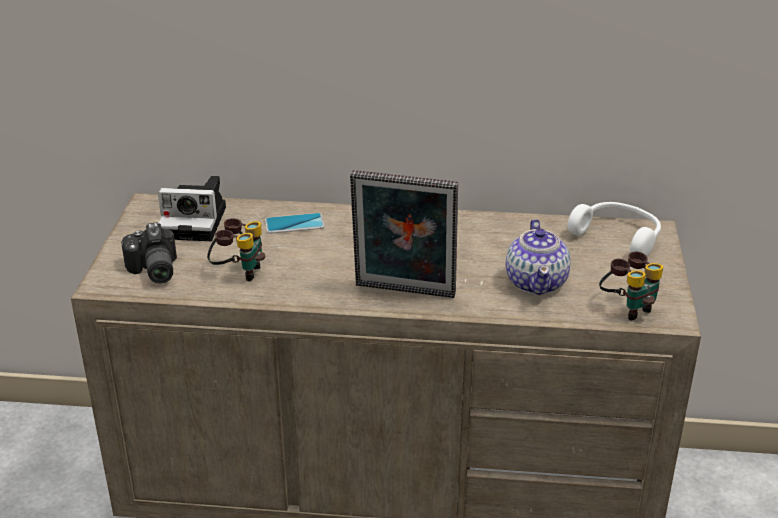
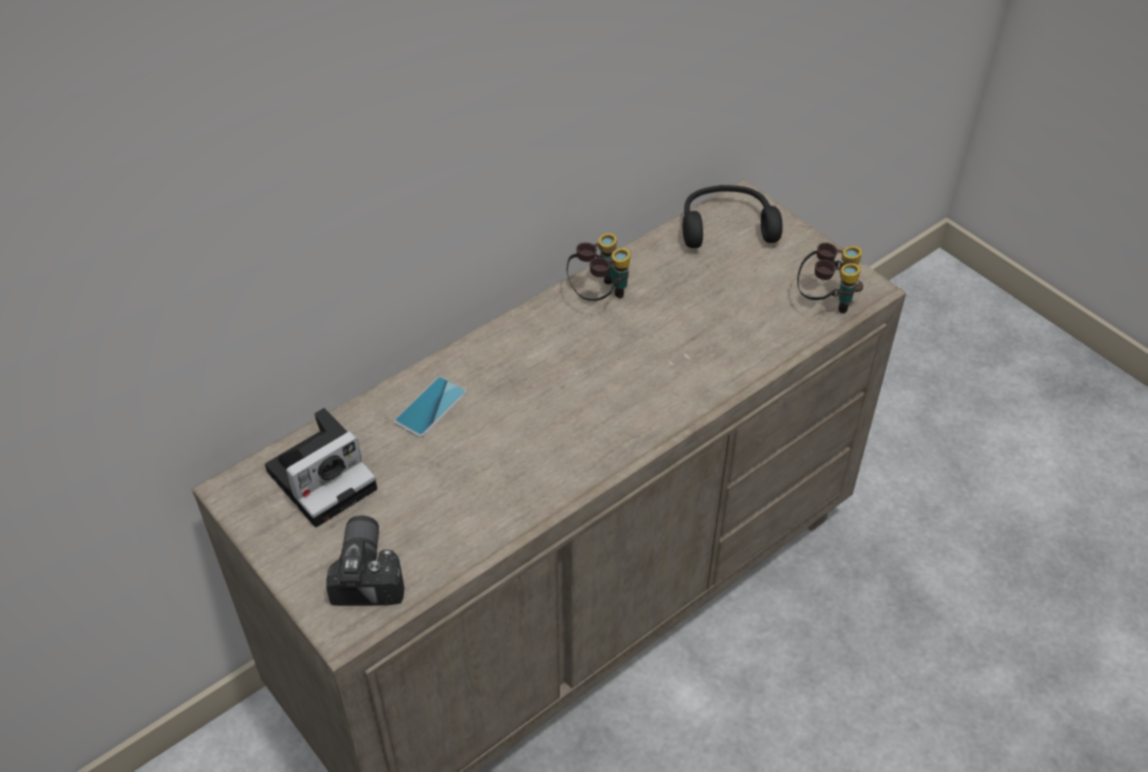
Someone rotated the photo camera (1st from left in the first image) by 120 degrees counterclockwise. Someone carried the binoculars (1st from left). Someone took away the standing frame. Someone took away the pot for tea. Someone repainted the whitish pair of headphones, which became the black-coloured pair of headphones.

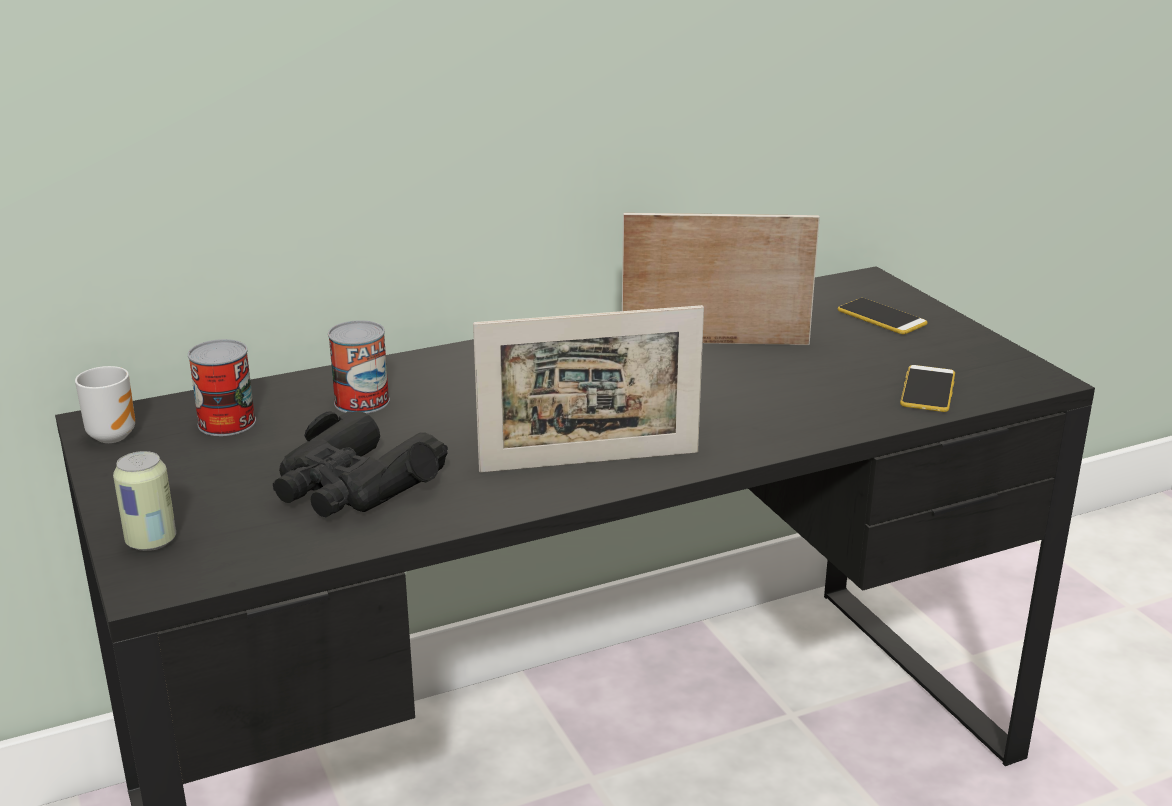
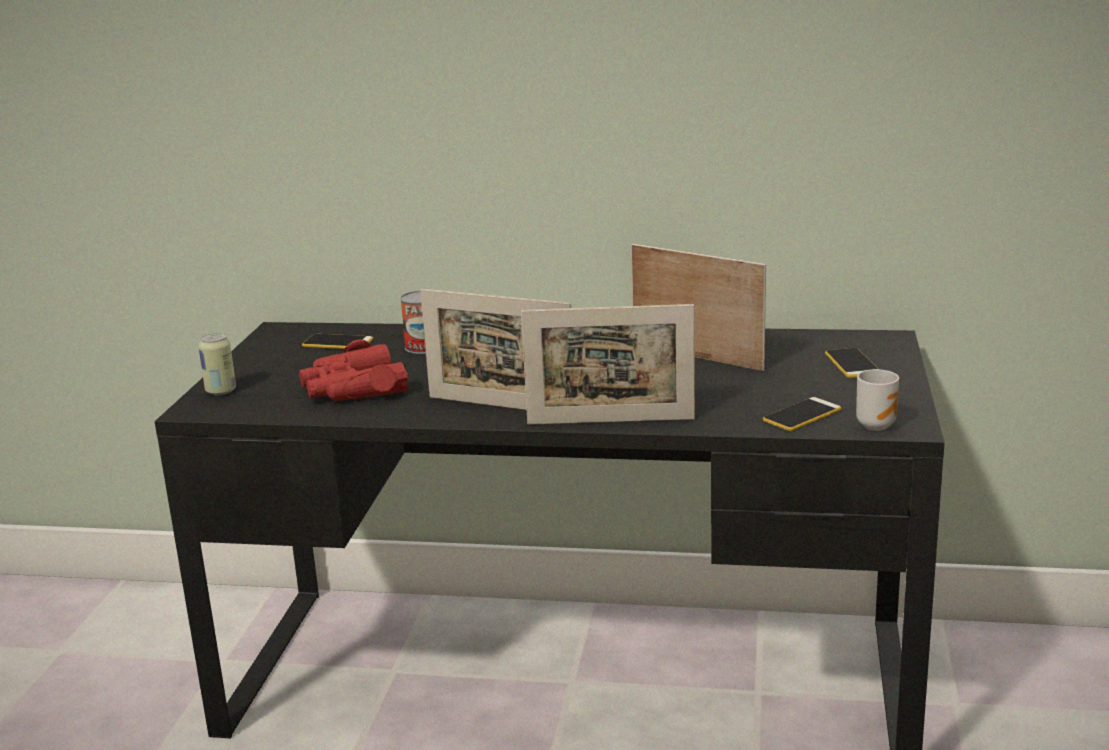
Someone carried the tea mug. Someone swapped the can (2nd from left) for the telephone (1st from left). Someone repainted the black-coloured binoculars, which became the reddish binoculars. Someone put down the standing frame (2nd from left).

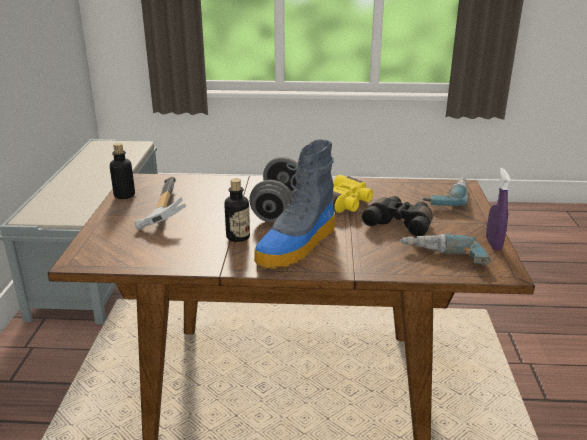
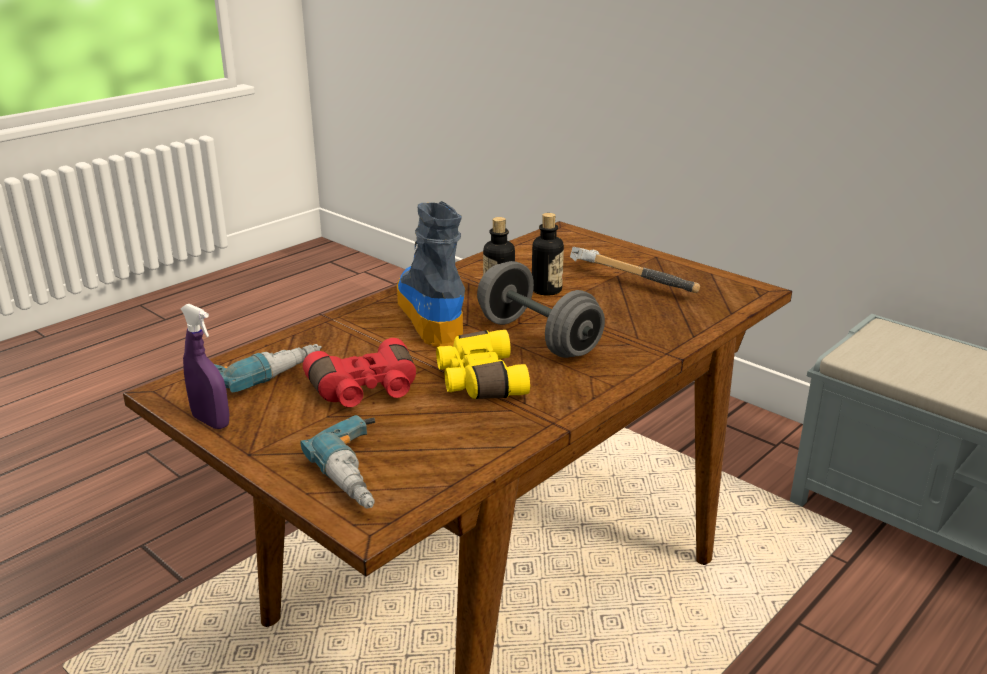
Someone carried the bottle (1st from left in the first image). Someone repainted the black-coloured binoculars, which became the reddish binoculars.

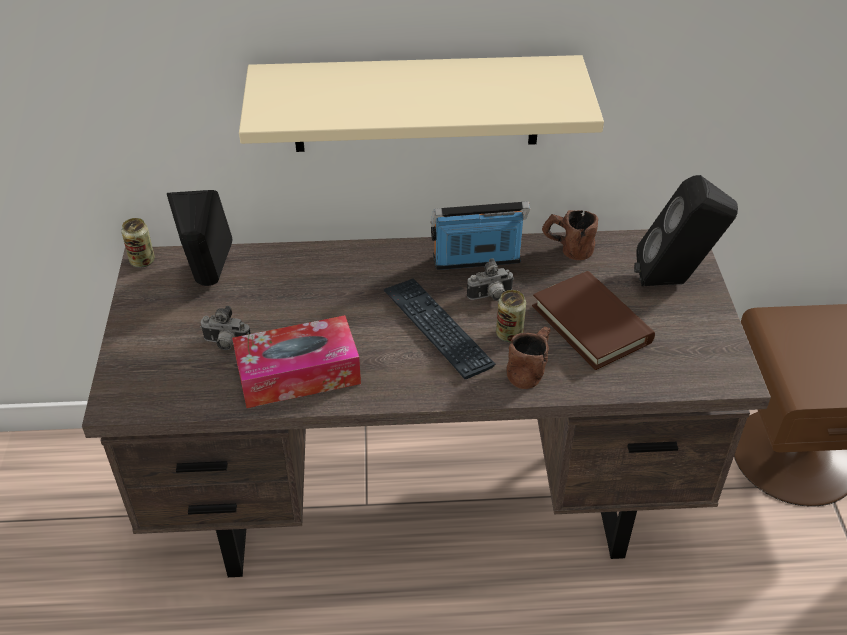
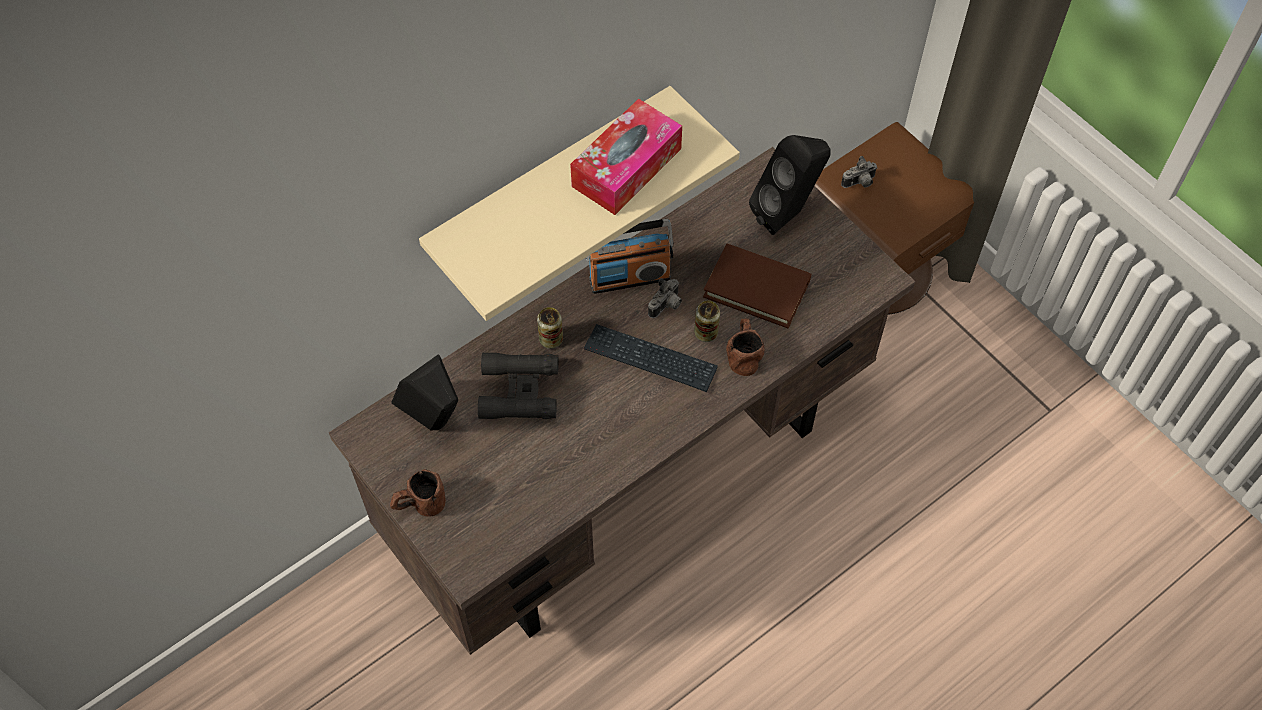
Someone carried the can (1st from left). Someone carried the photo camera (1st from left in the first image). Someone carried the box of tissues. Someone rotated the radio receiver by 150 degrees counterclockwise. Someone carried the brown tea mug (2nd from left in the first image). Someone put down the black-coloured binoculars.

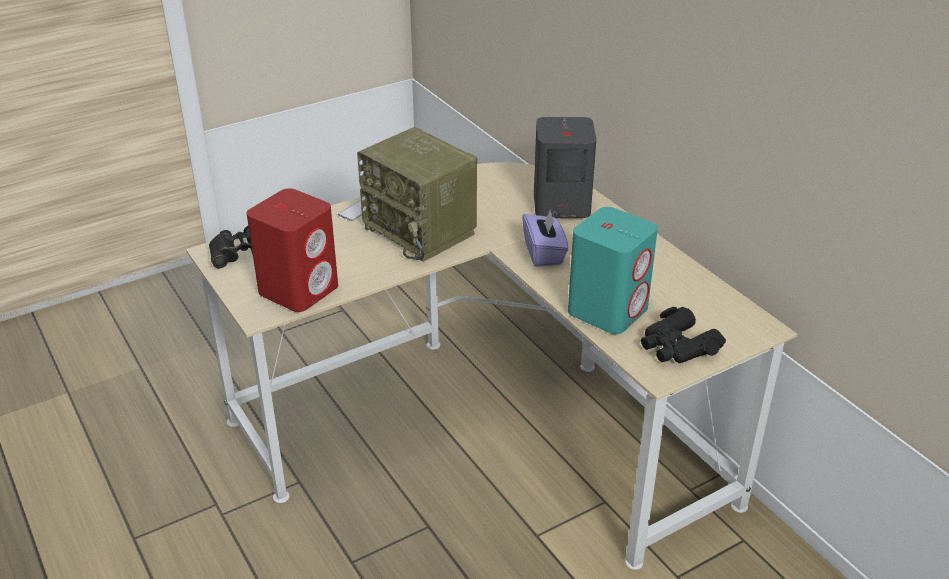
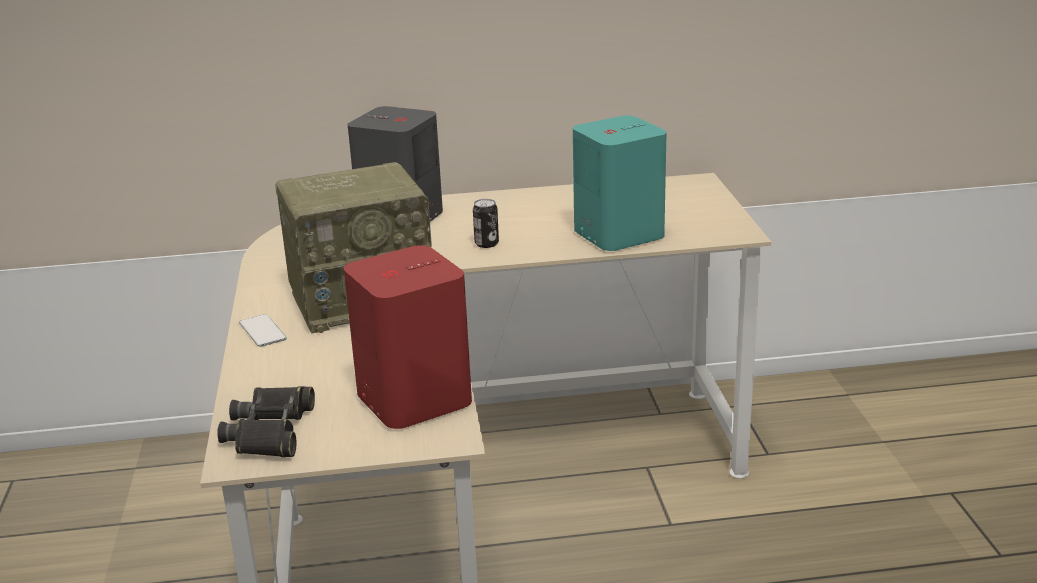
Someone swapped the purple-coloured box of tissues for the can. Someone took away the black-coloured binoculars (2nd from left).

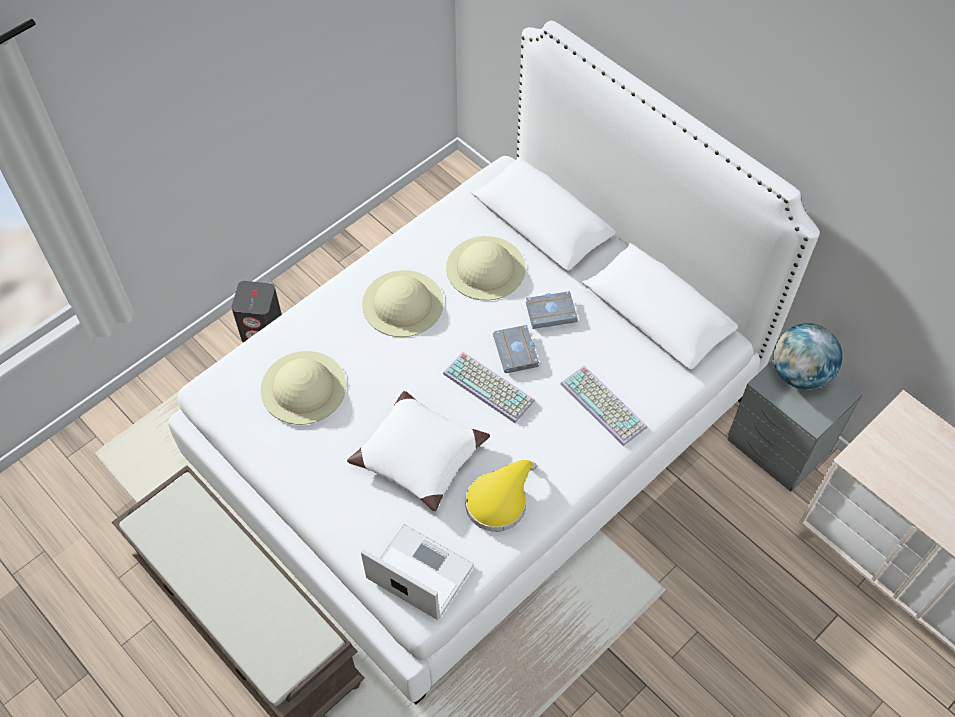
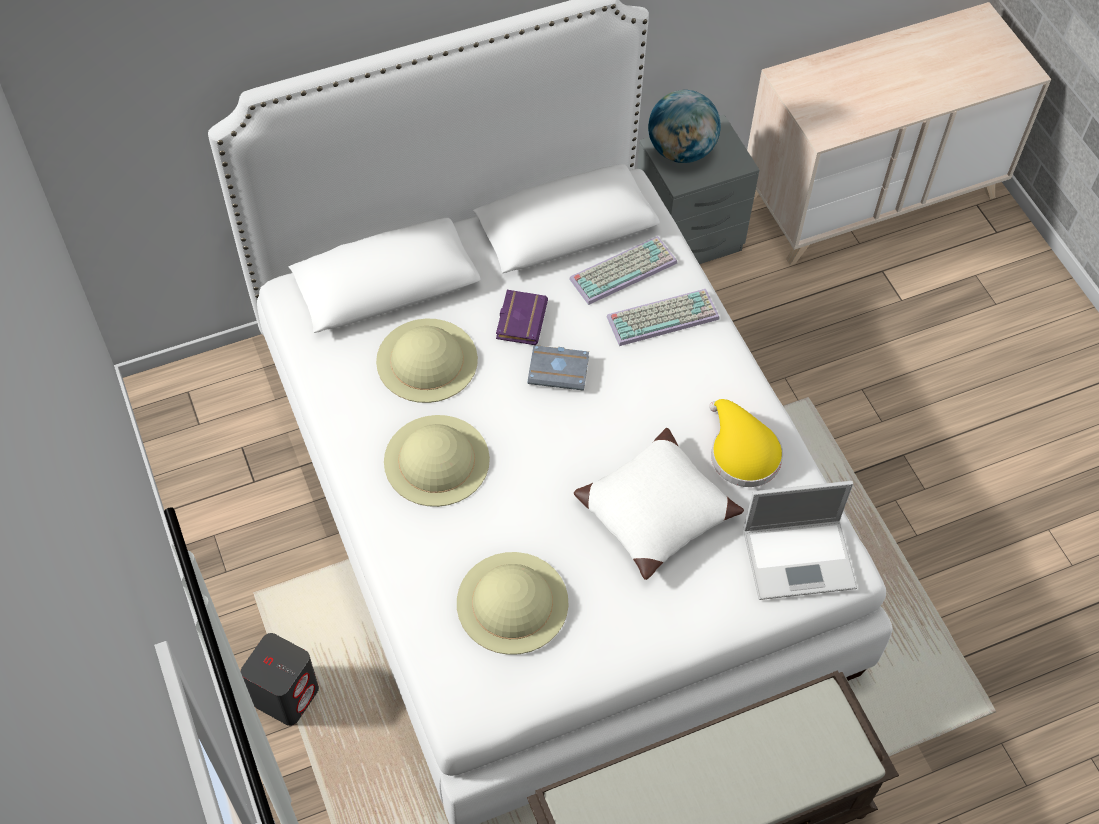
Someone rotated the notebook computer by 150 degrees counterclockwise. Someone carried the PC keyboard (1st from left). Someone repainted the greyish bound book (2nd from left), which became the purple-coloured bound book.

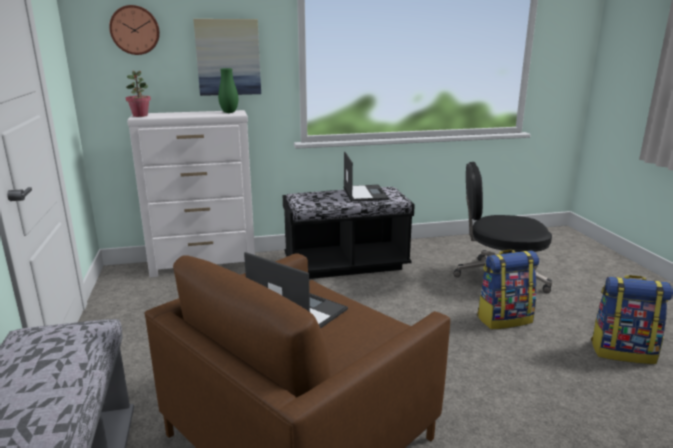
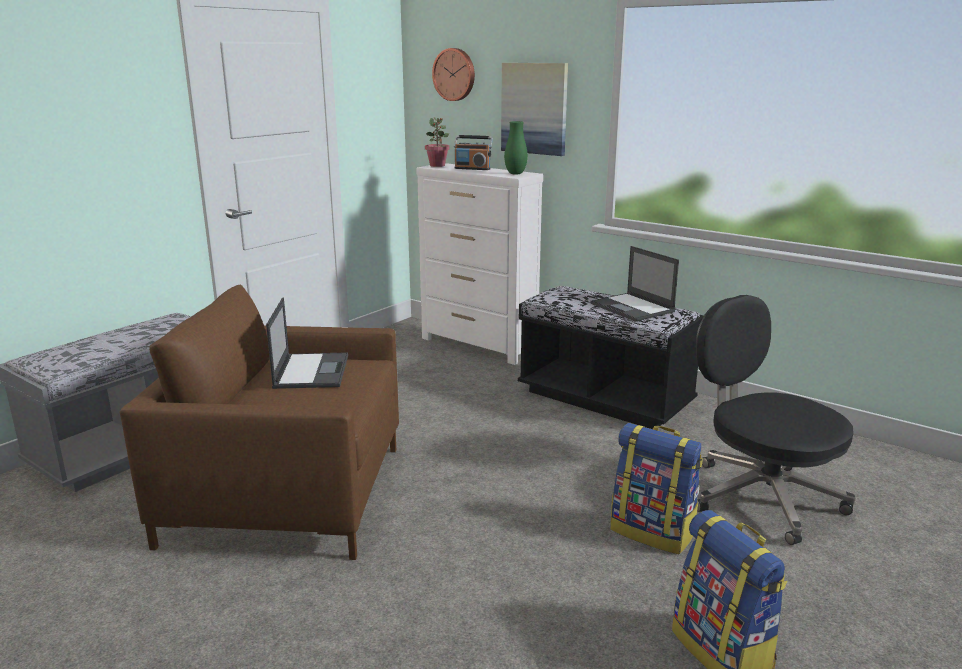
Someone rotated the notebook computer (2nd from left) by 105 degrees clockwise. Someone put down the radio receiver.

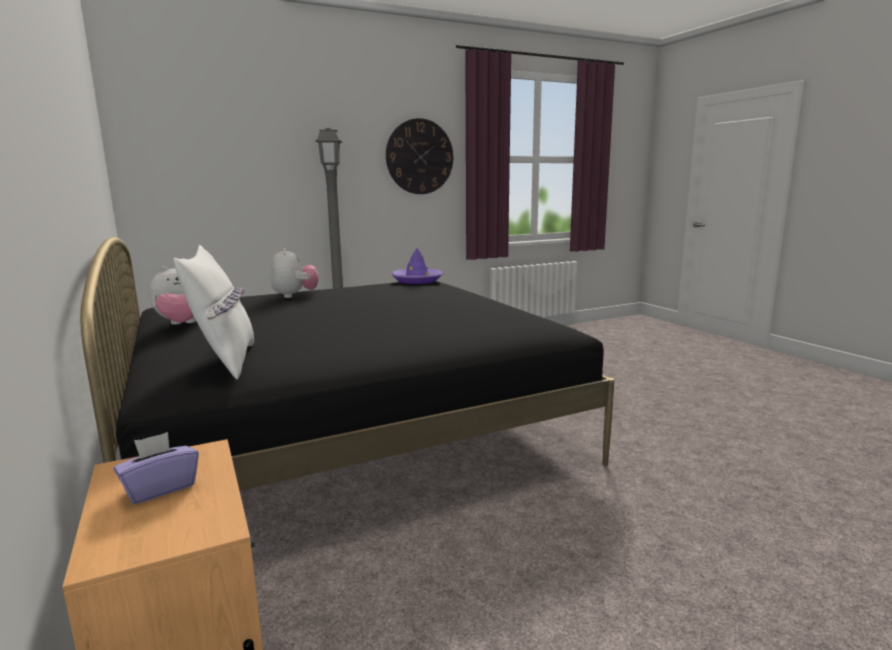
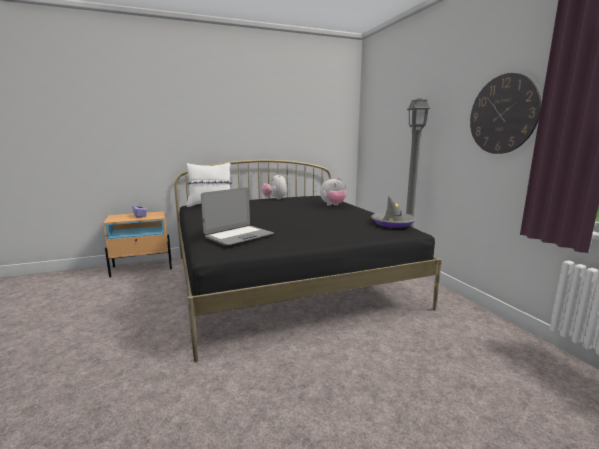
Someone repainted the purple-coloured hat, which became the greyish hat. Someone put down the notebook computer.

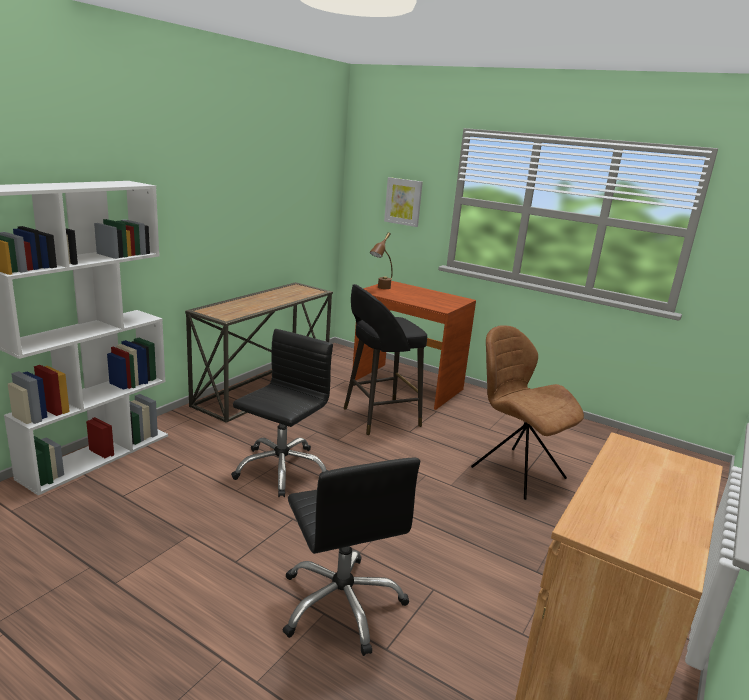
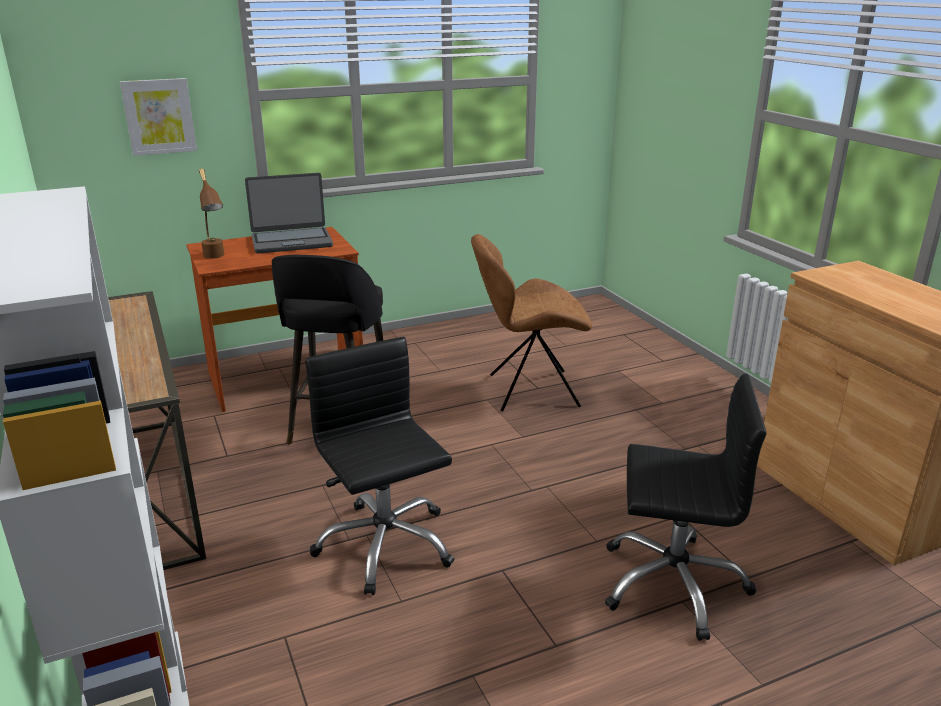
Someone put down the notebook computer.

